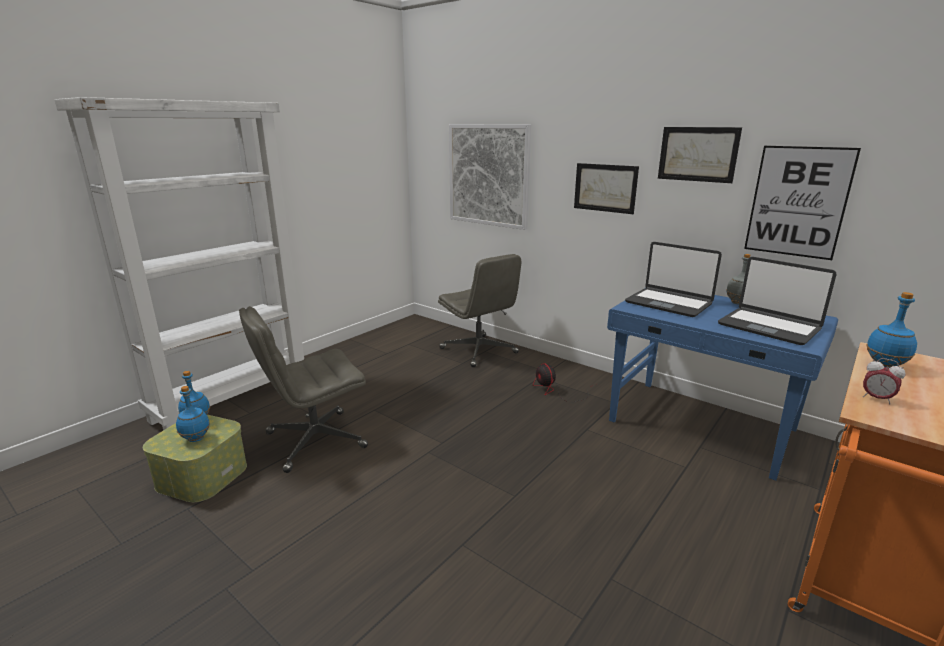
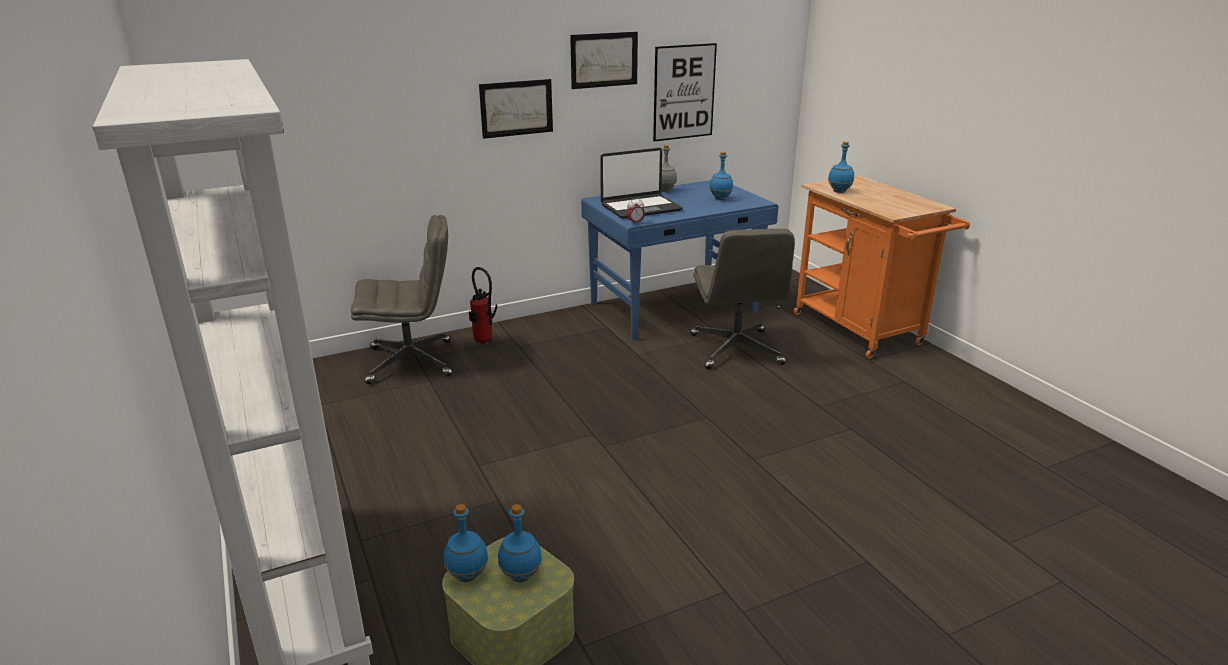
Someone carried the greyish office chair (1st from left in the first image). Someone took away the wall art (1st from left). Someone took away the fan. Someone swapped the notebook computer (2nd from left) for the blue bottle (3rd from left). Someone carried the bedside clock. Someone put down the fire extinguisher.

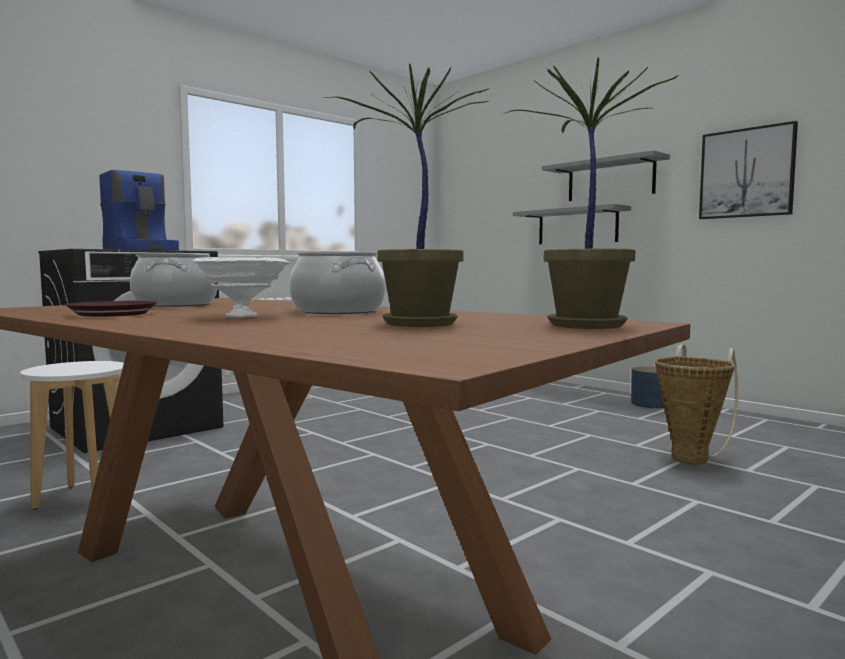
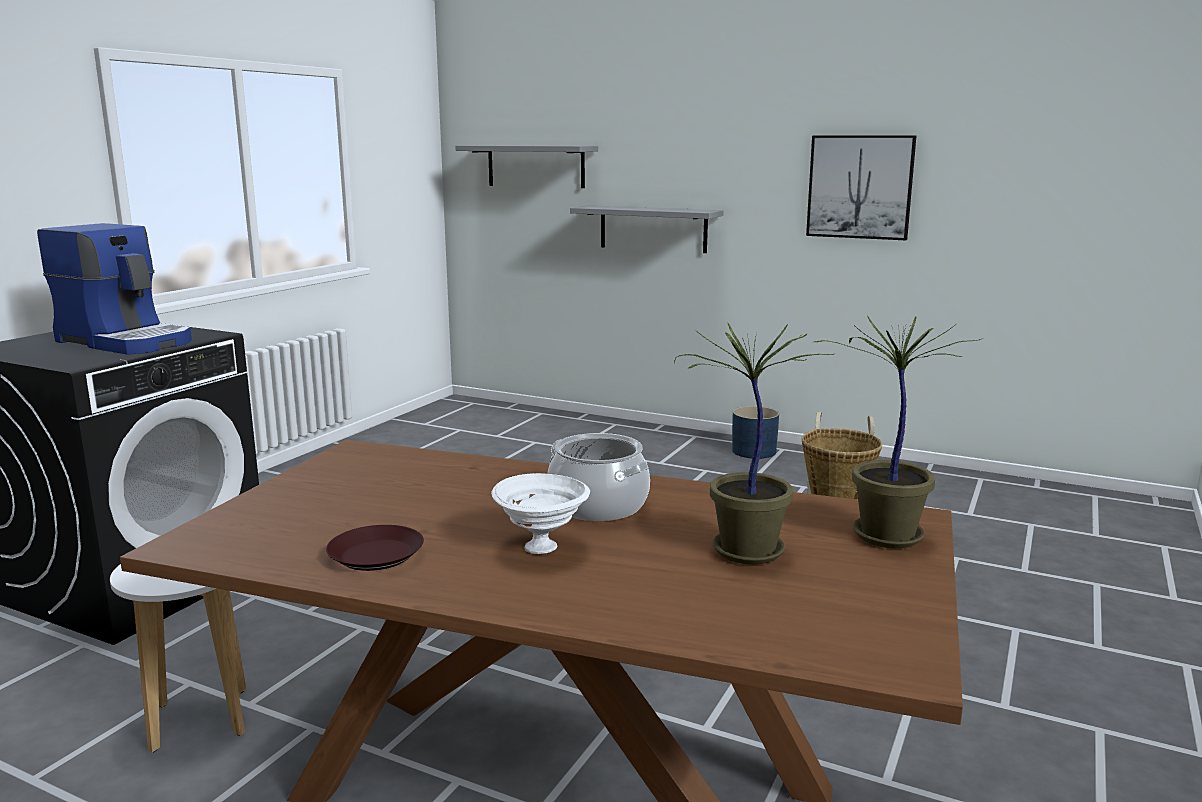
Someone took away the saucepot (1st from left). Someone carried the greyish shelf (2nd from left in the first image).

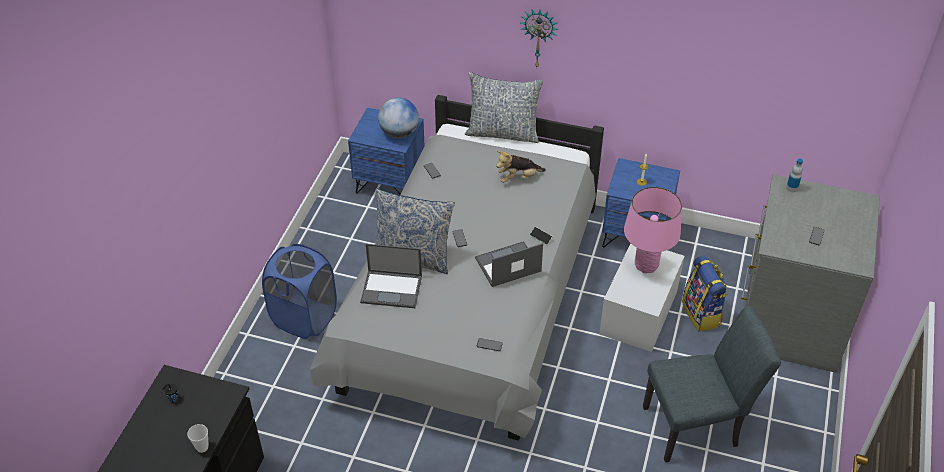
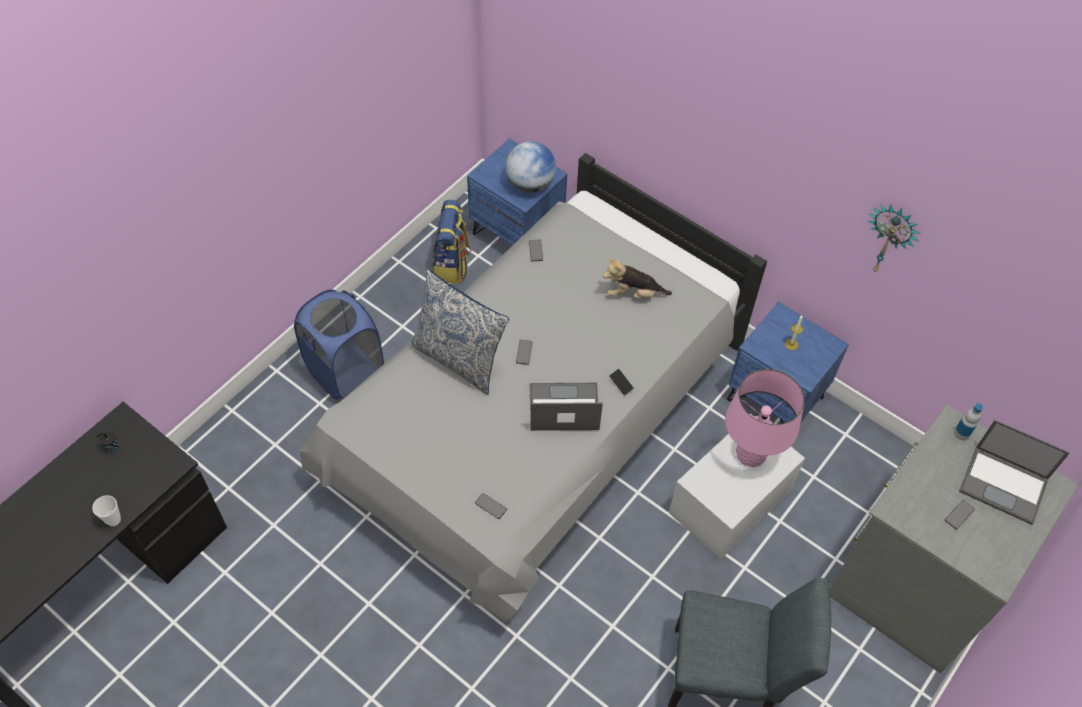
Someone carried the notebook computer (1st from left in the first image). Someone took away the throw pillow (2nd from left). Someone carried the clock on the wall. Someone carried the backpack.

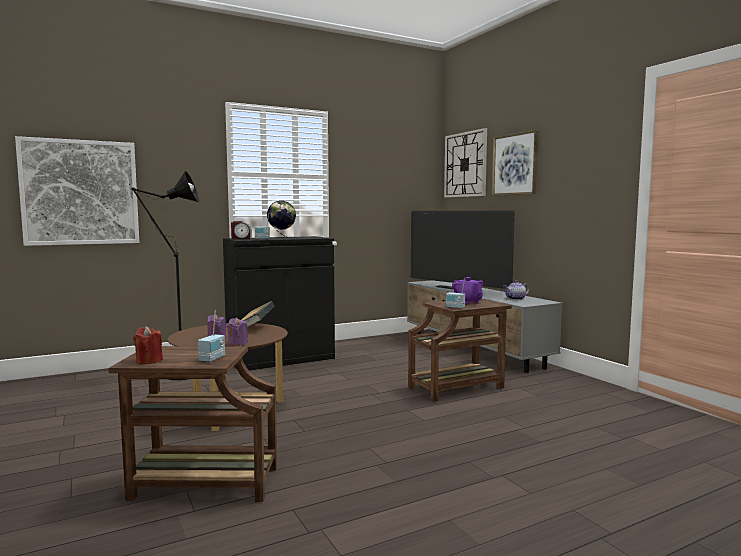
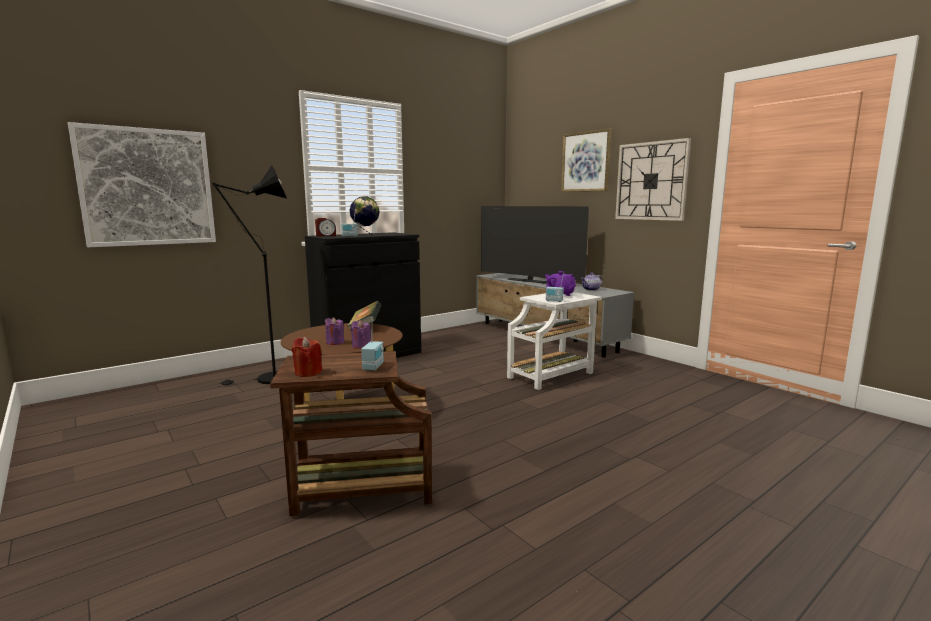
Someone repainted the brown accent table (2nd from left), which became the whitish accent table. Someone carried the clock on the wall.

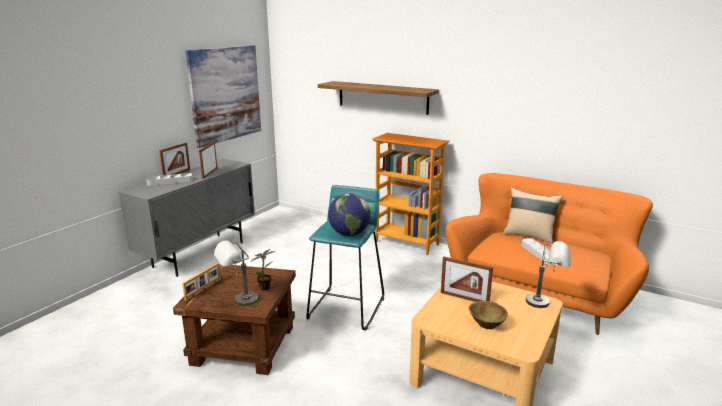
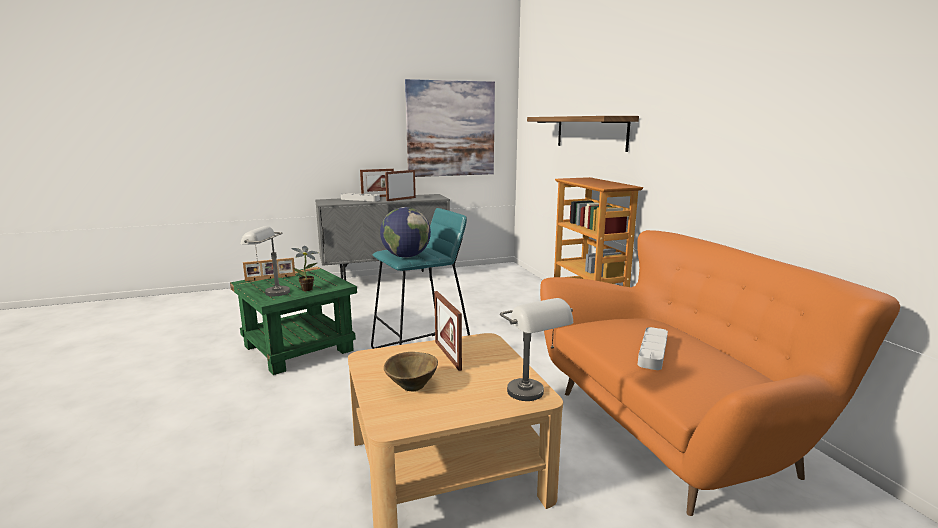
Someone repainted the brown accent table, which became the green-coloured accent table. Someone took away the sand-coloured throw pillow.

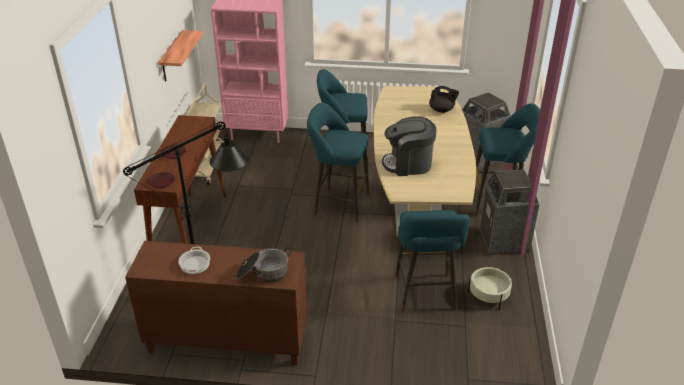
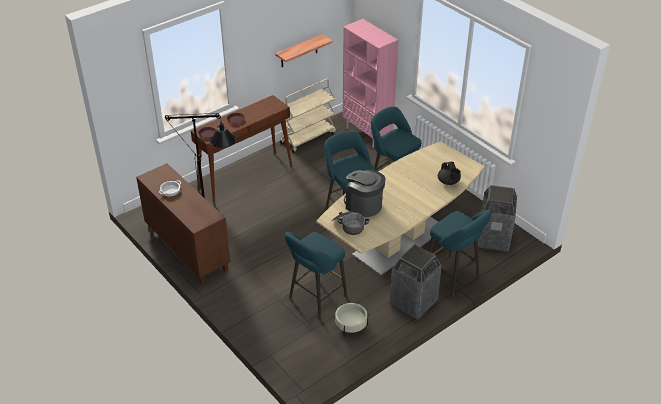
Someone carried the saucepot (2nd from left).

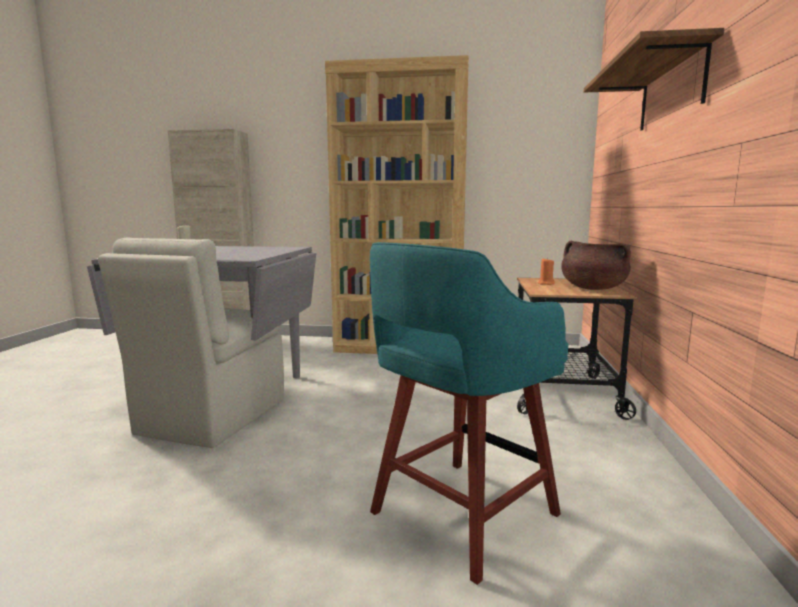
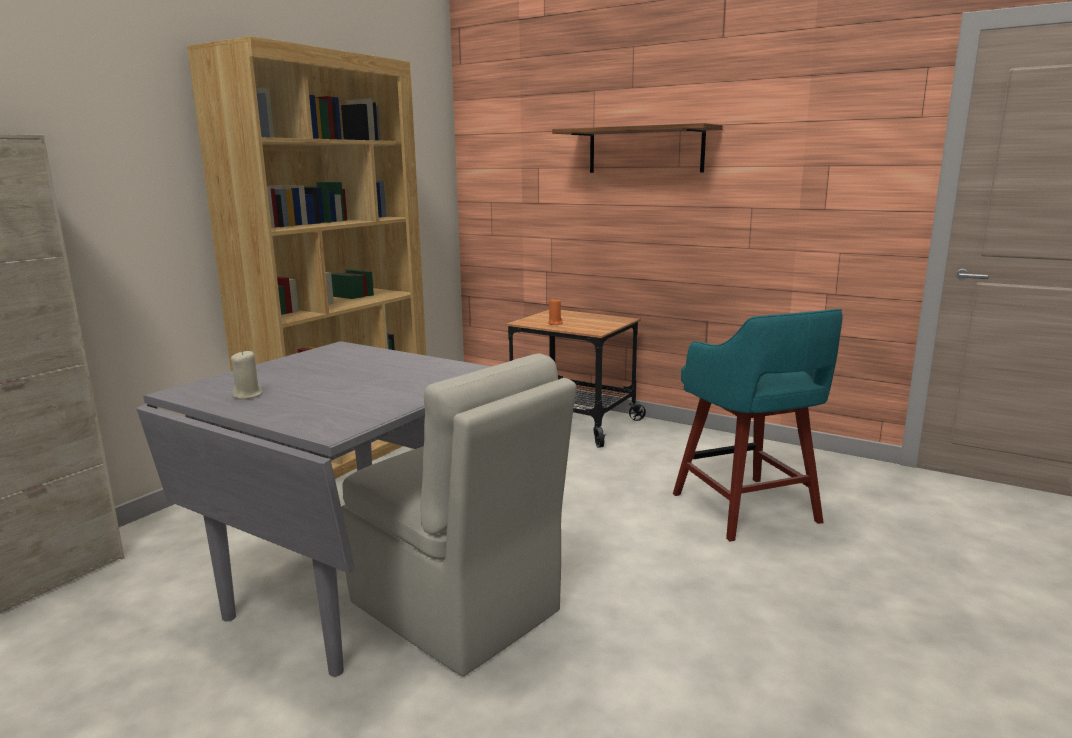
Someone took away the brown saucepot.

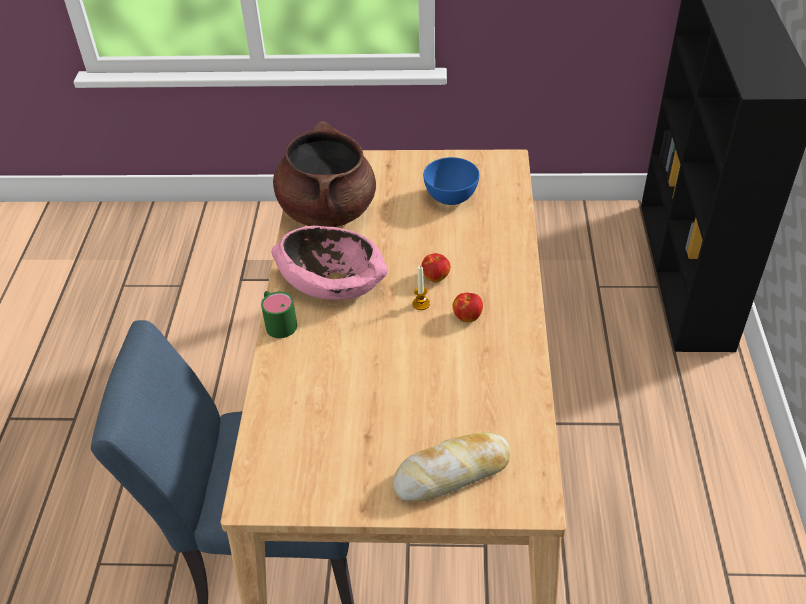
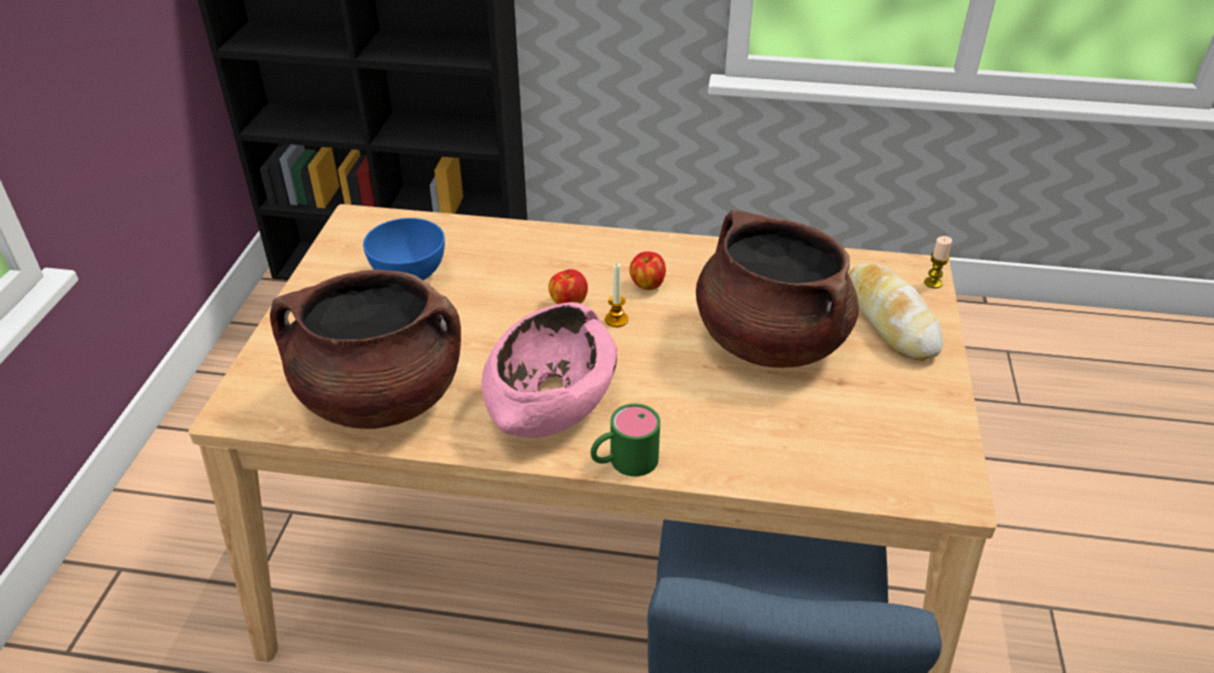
Someone put down the brown saucepot (2nd from left). Someone put down the wax candle (2nd from left).

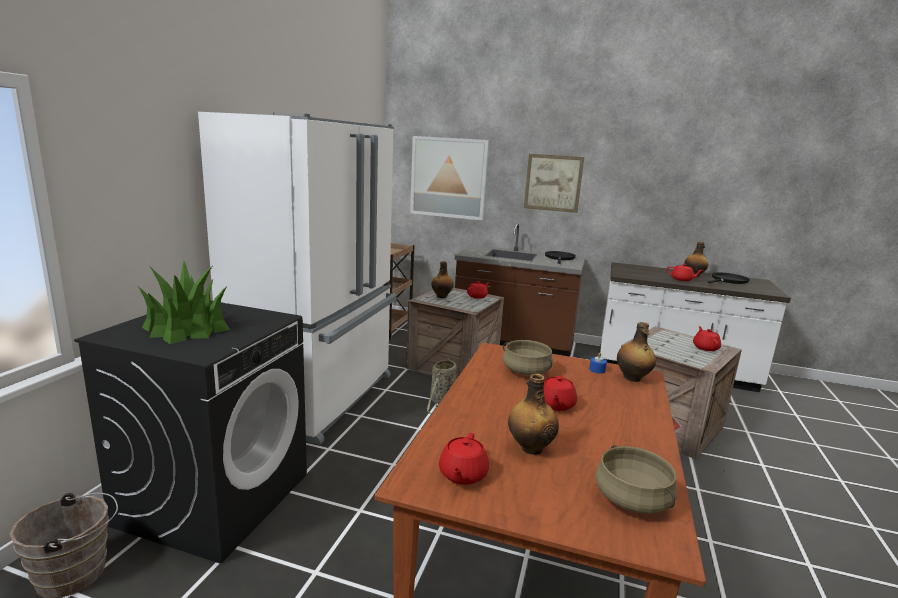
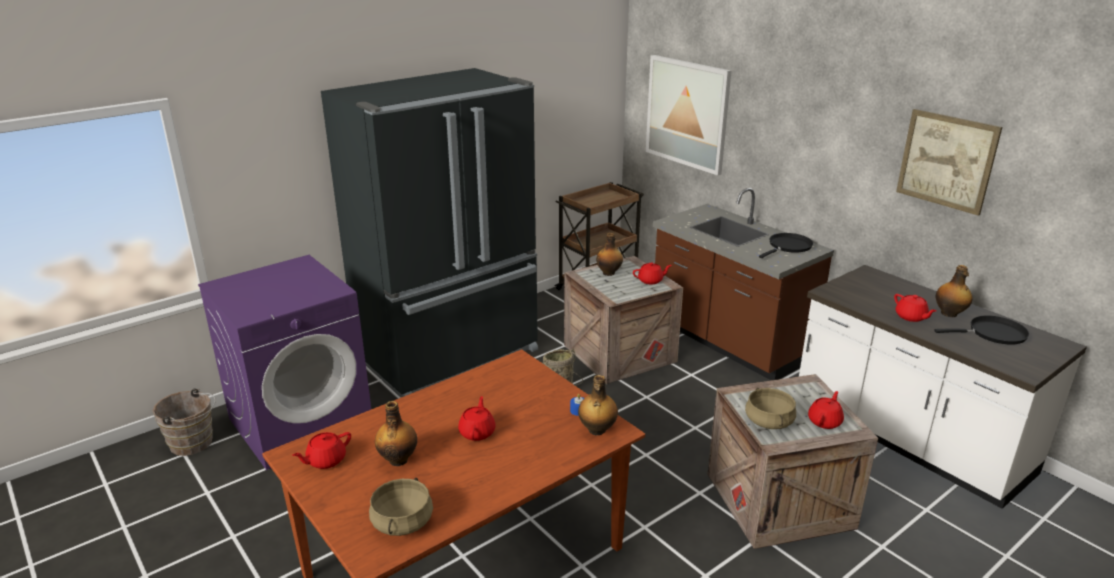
Someone repainted the black-coloured laundry appliance, which became the purple-coloured laundry appliance. Someone took away the houseplant. Someone repainted the whitish kitchen fridge, which became the black-coloured kitchen fridge. Someone carried the sand-coloured saucepot (1st from left in the first image). Someone carried the wall art (2nd from left). Someone rotated the reddish pot for tea (3rd from left in the first image) by 135 degrees clockwise.

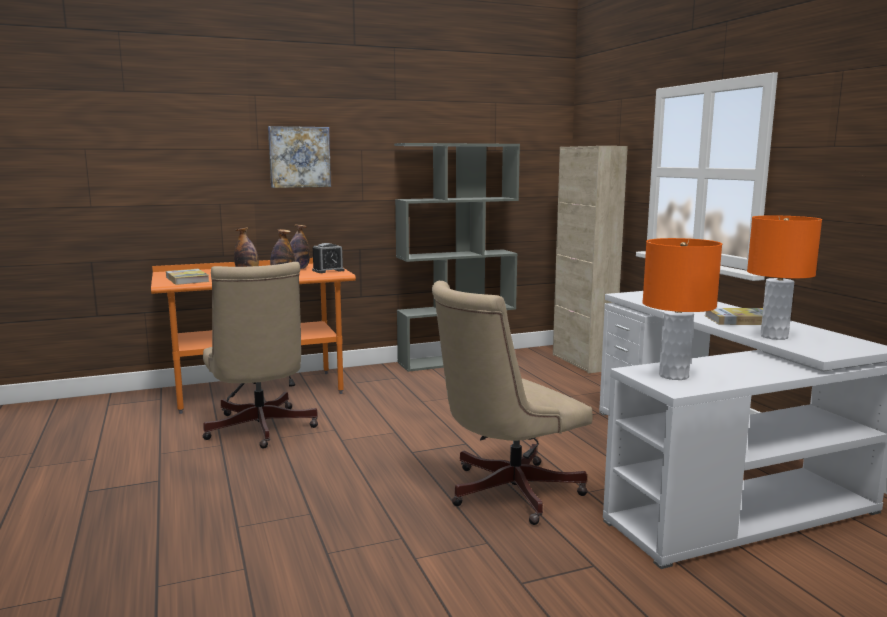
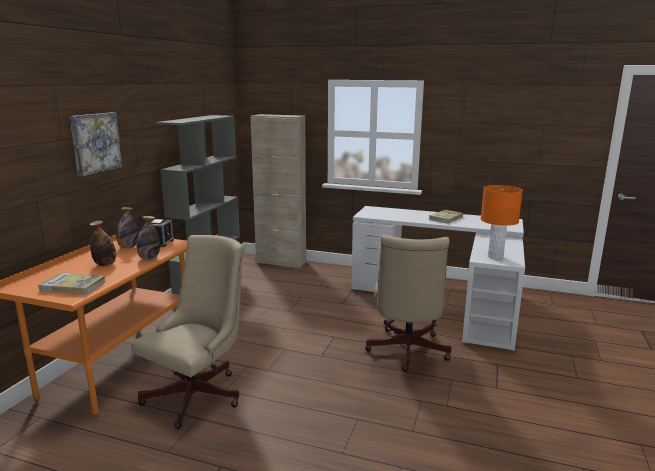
Someone rotated the sand-coloured office chair (1st from left) by 75 degrees counterclockwise. Someone took away the orangey table lamp (2nd from left).

